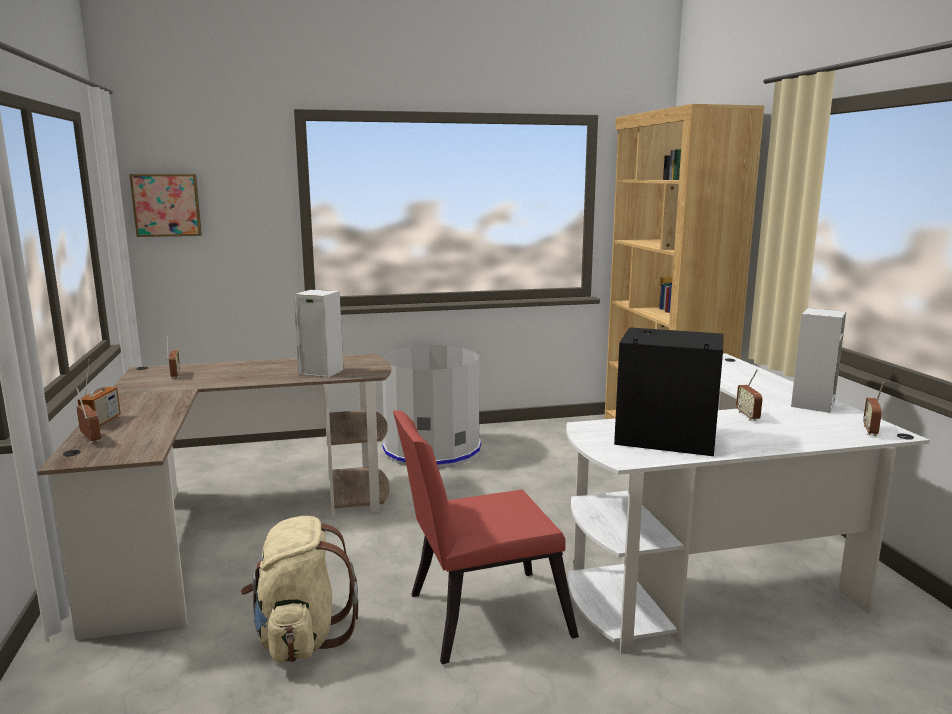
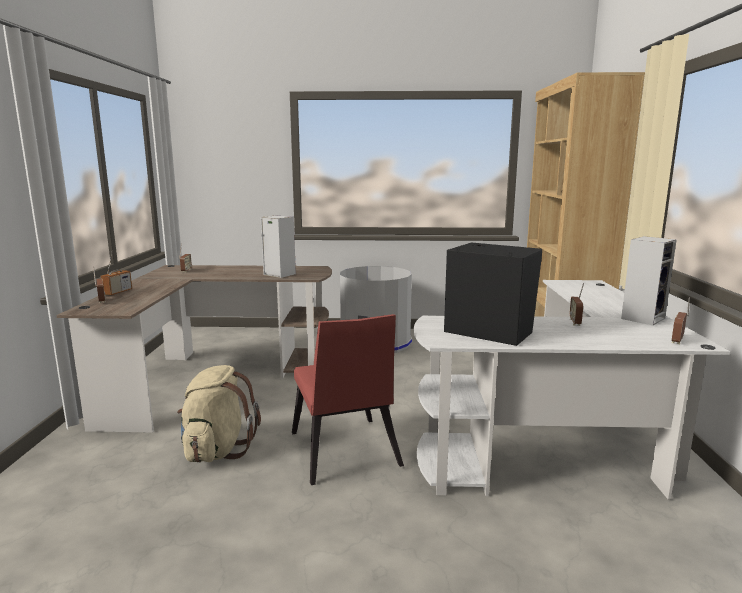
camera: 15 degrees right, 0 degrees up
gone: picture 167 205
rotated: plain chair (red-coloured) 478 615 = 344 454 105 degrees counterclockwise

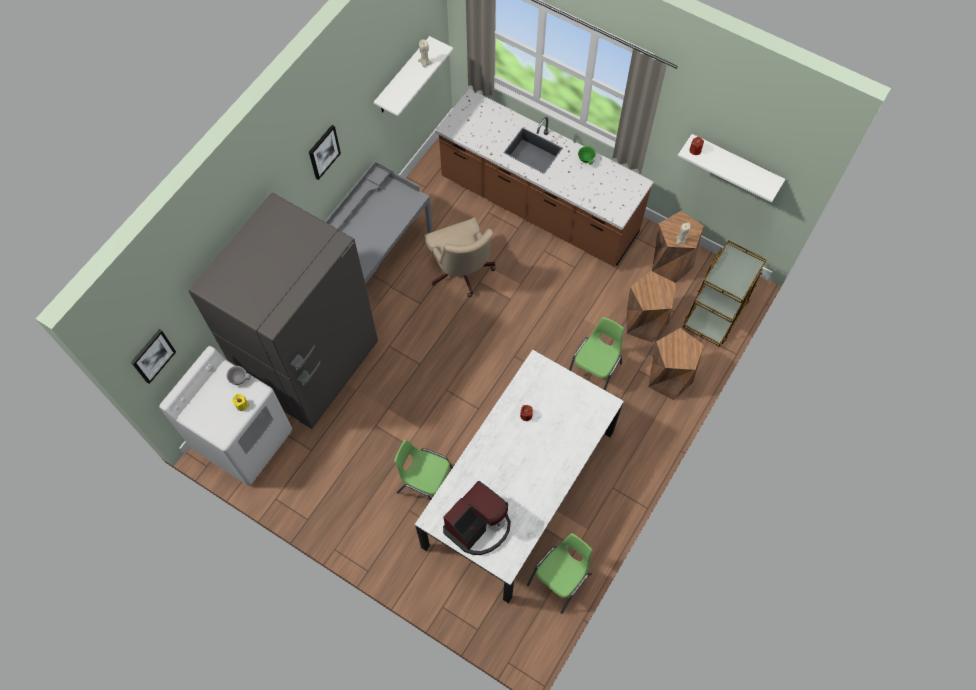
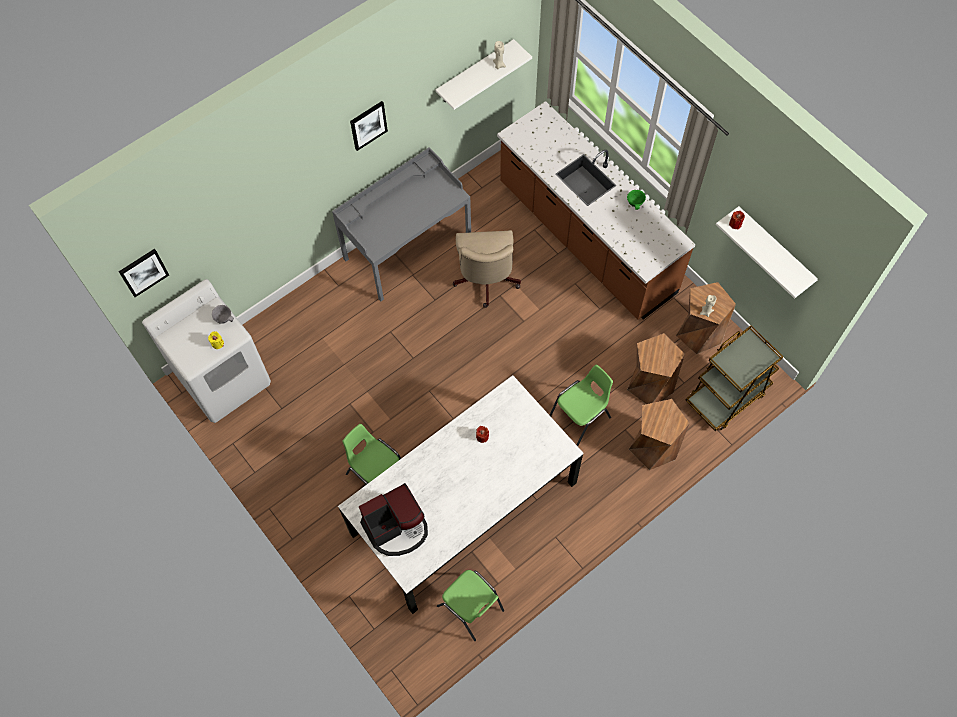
camera: 20 degrees right, 0 degrees up
gone: fridge (grey) 312 365
rotated: plain chair (green-coloured) 560 579 = 471 608 75 degrees clockwise

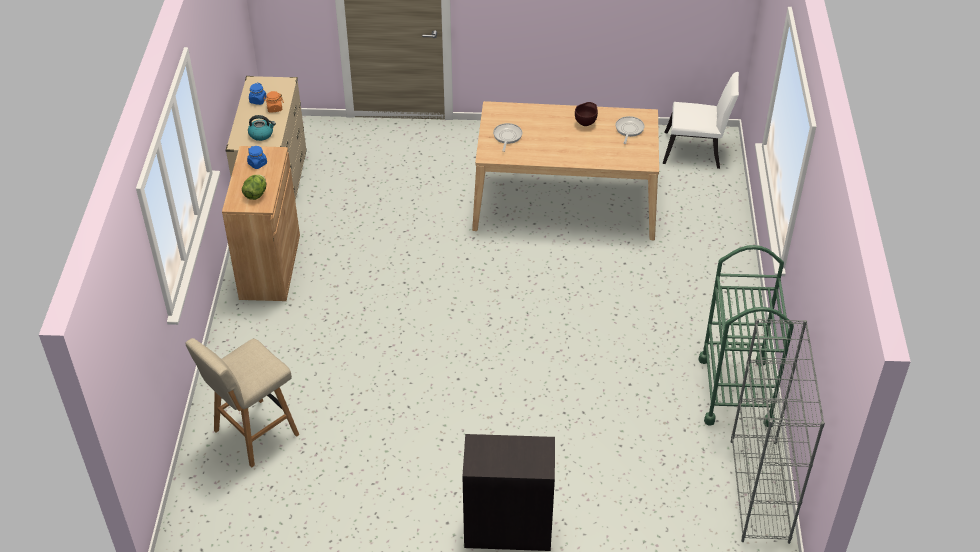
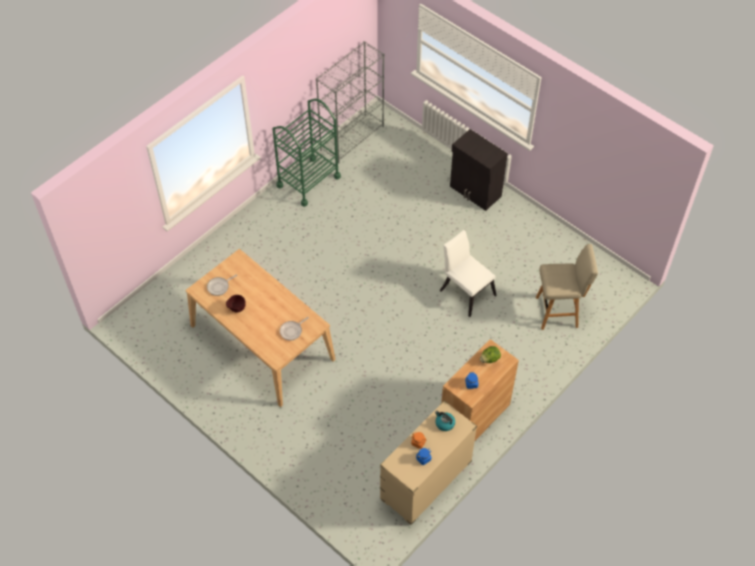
camera: 140 degrees left, 10 degrees up
shifted: plain chair (white-coloured) 696 151 to 465 290

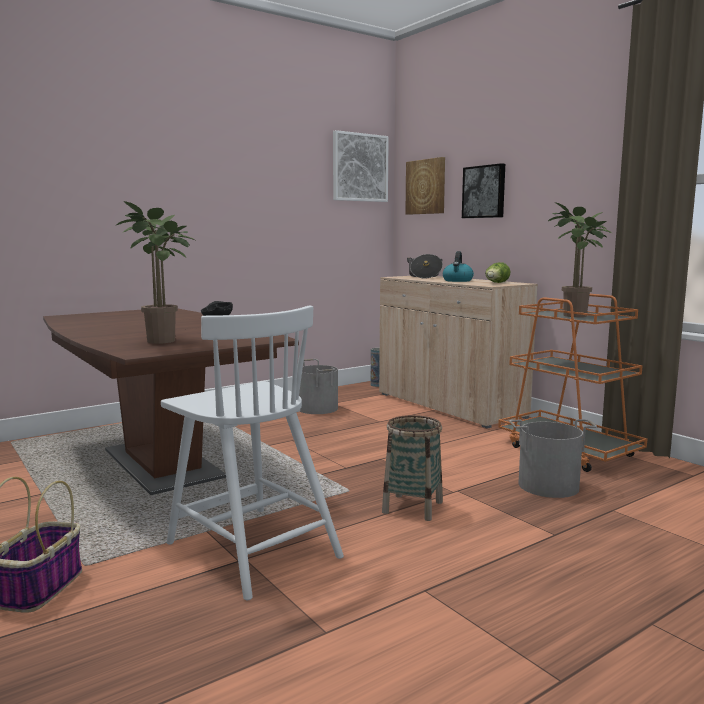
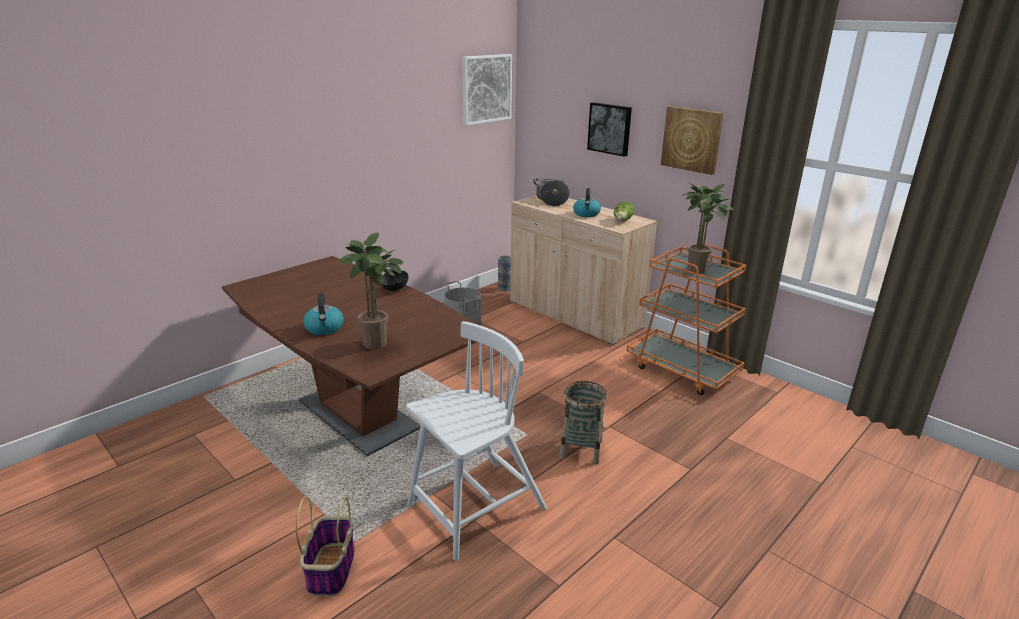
camera: 10 degrees left, 15 degrees up
gone: pail (grey) 548 486
new: tea kettle 324 328
shifted: picture 426 187 to 692 139
rotated: plain chair (white-coloured) 251 548 = 474 509 75 degrees counterclockwise

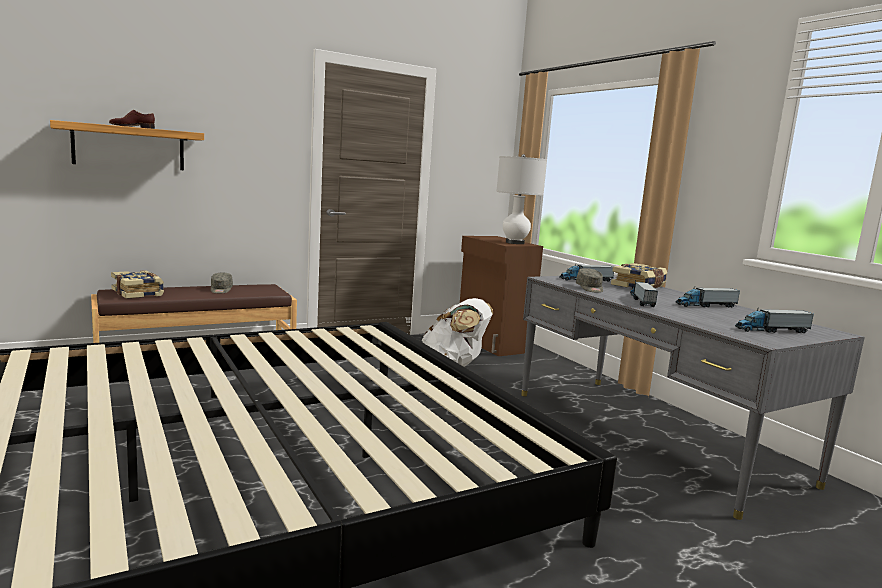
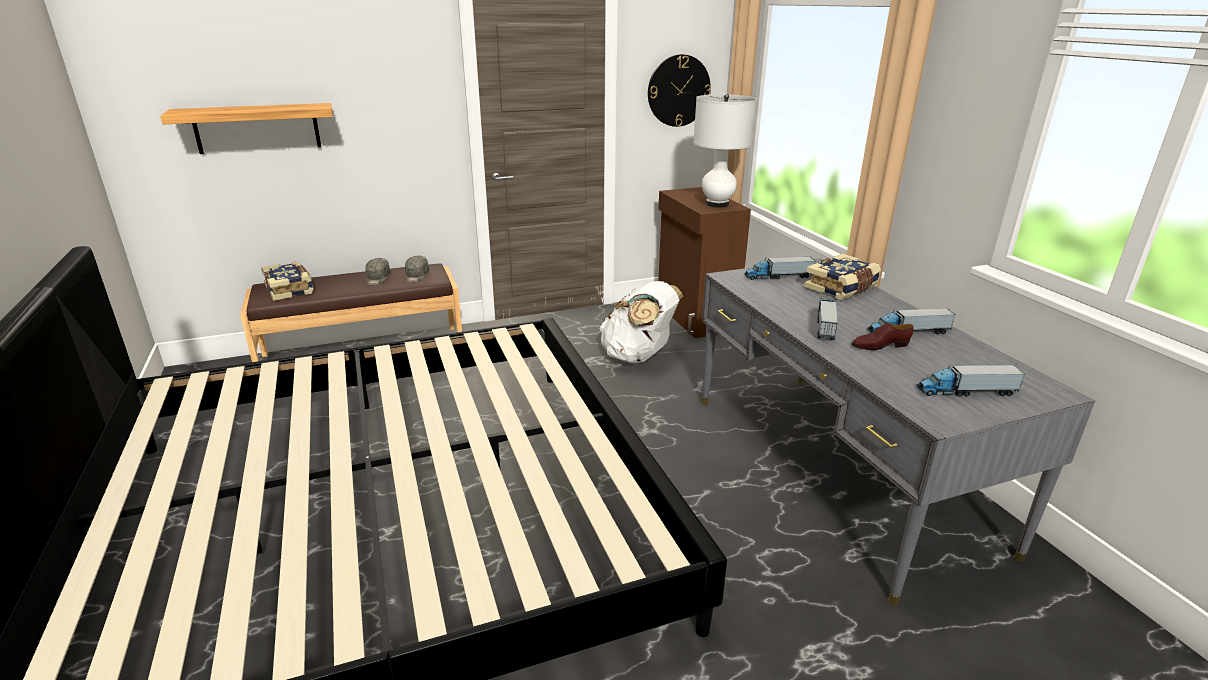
camera: 10 degrees right, 15 degrees up
new: clock on the wall 678 91
shifted: baseball cap (grey) 590 288 to 416 276; low shoe (brown-coloured) 132 127 to 880 345

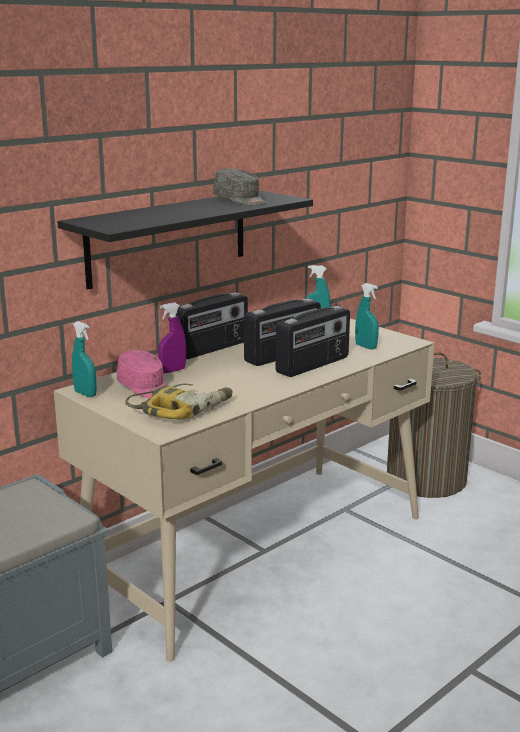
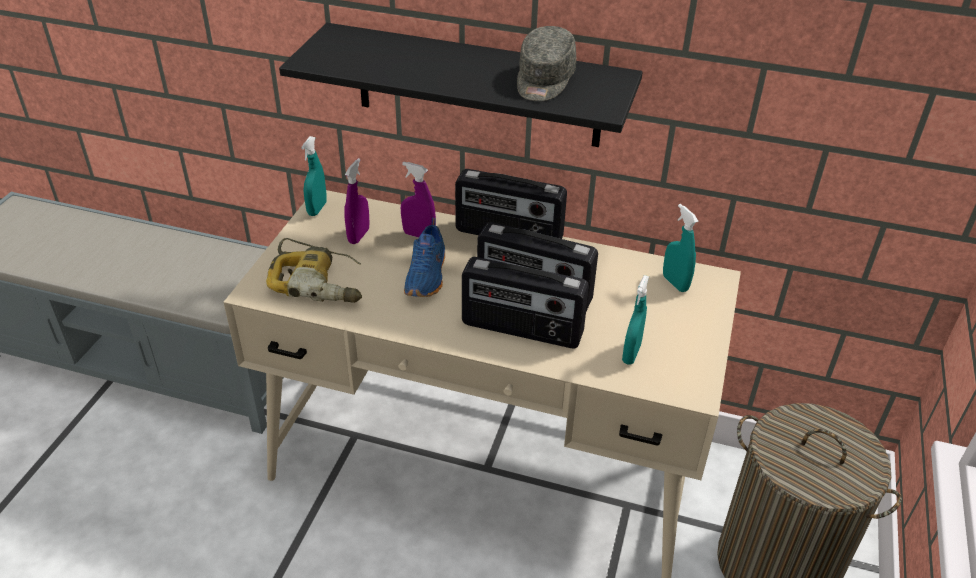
camera: 60 degrees right, 20 degrees up
new: low shoe (blue-coloured) 427 276
swapped: baseball cap (pink-coloured) 144 387 to sprayer (purplish) 358 236

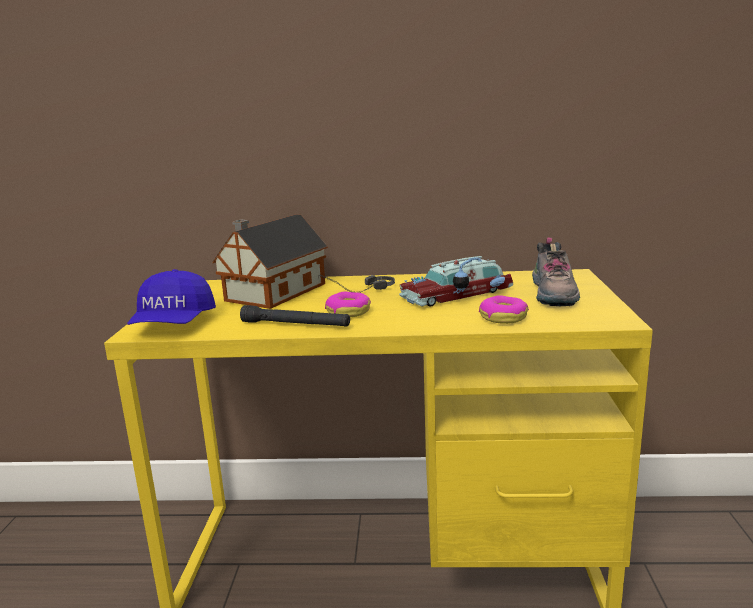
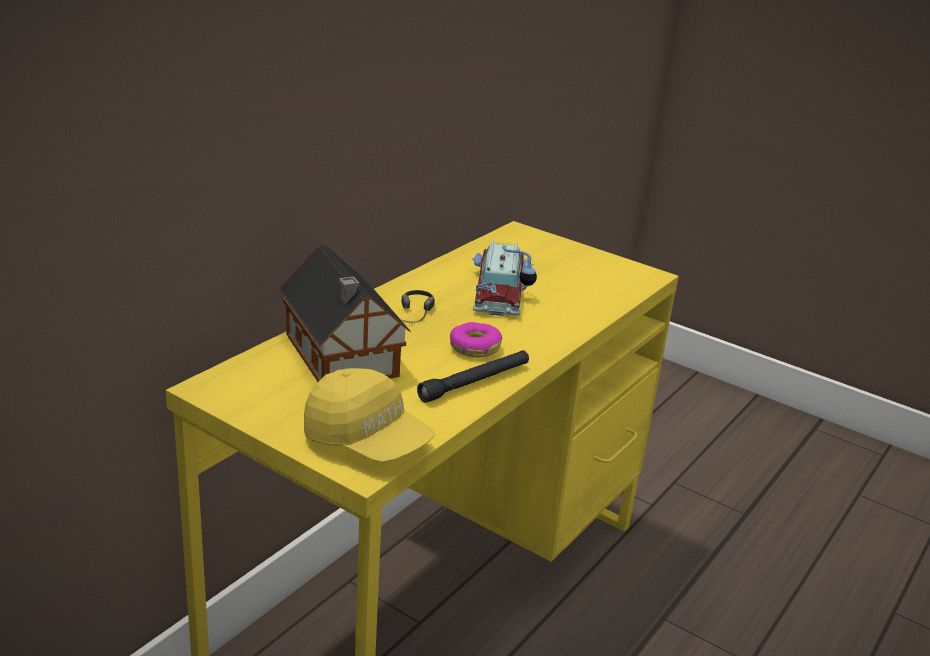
camera: 60 degrees left, 10 degrees up
gone: ring doughnut 503 317; low shoe 555 294
repainted: baseball cap (blue-coloured) 173 324 to baseball cap (yellow) 367 441

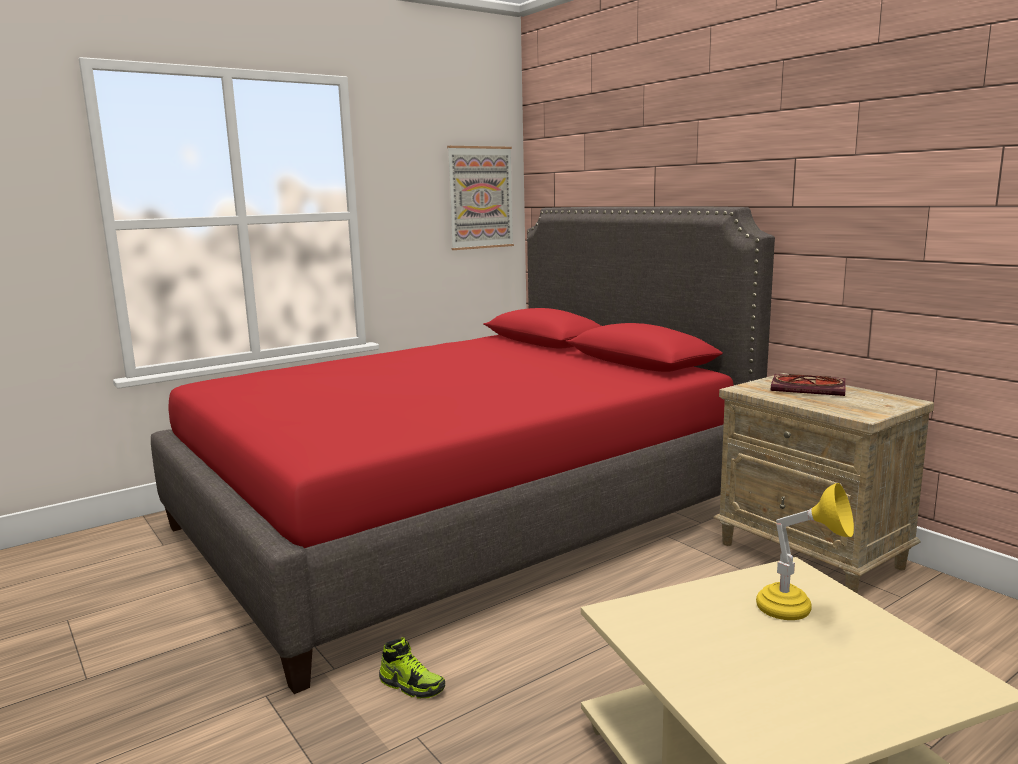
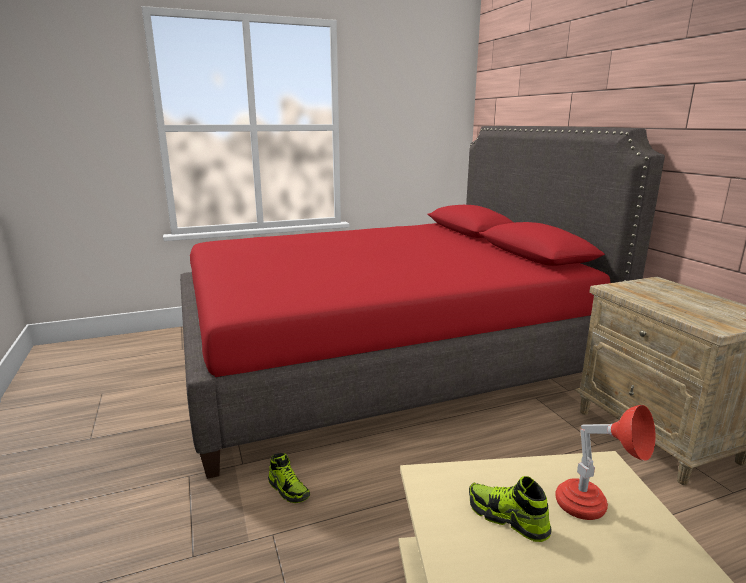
camera: 15 degrees right, 5 degrees up
gone: picture 480 197; volume 810 388
new: low shoe 507 518
repainted: tabletop lamp (yellow) 798 613 to tabletop lamp (red-coloured) 592 513

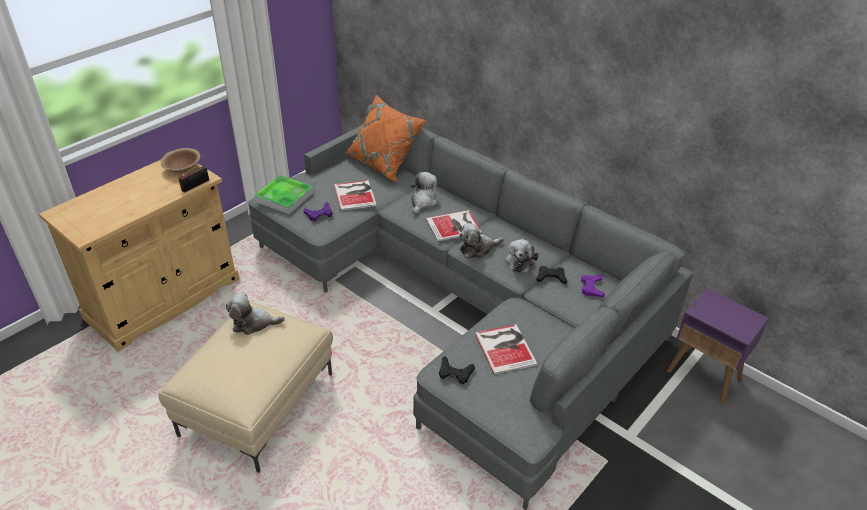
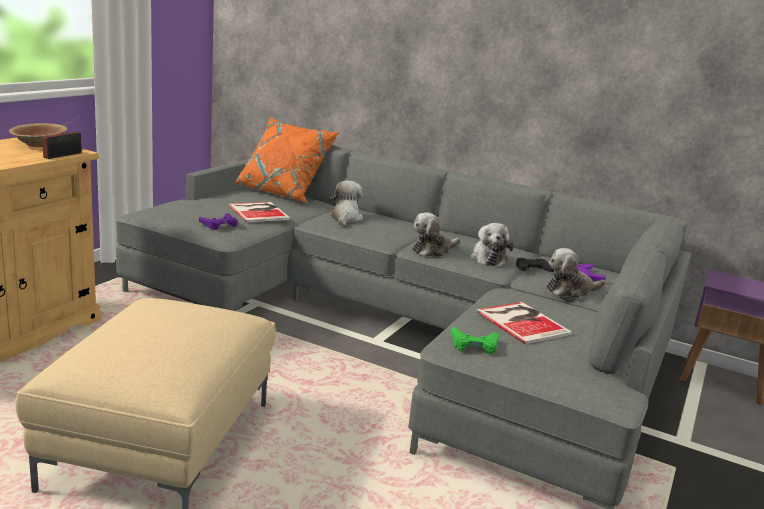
camera: 15 degrees left, 20 degrees down
gone: serving tray 284 197; volume 455 226
shifted: cuddly toy 253 323 to 570 290
repainted: game controller (black-coloured) 455 373 to game controller (green-coloured) 474 345

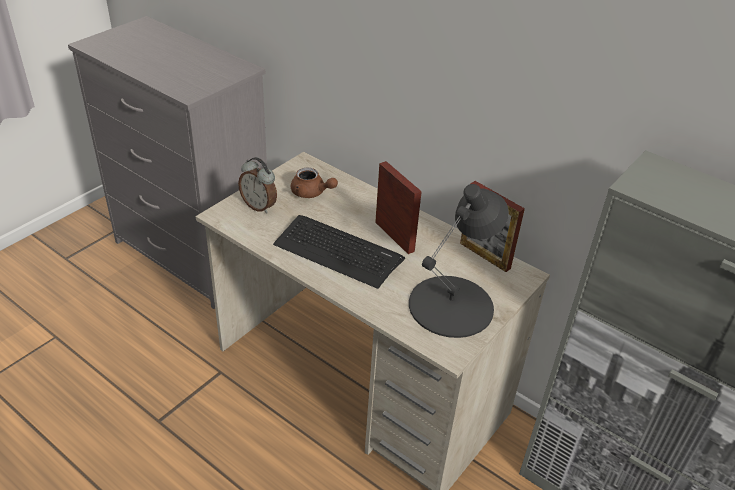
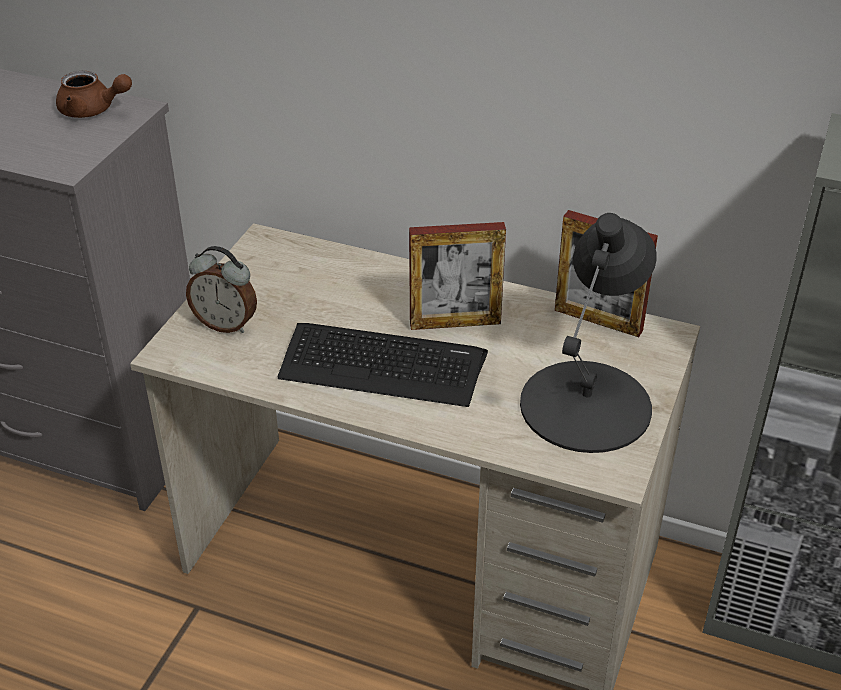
camera: 15 degrees left, 0 degrees up
shifted: tea pot (brown-coloured) 311 193 to 93 110
rotated: picture frame 394 236 = 455 323 135 degrees clockwise

